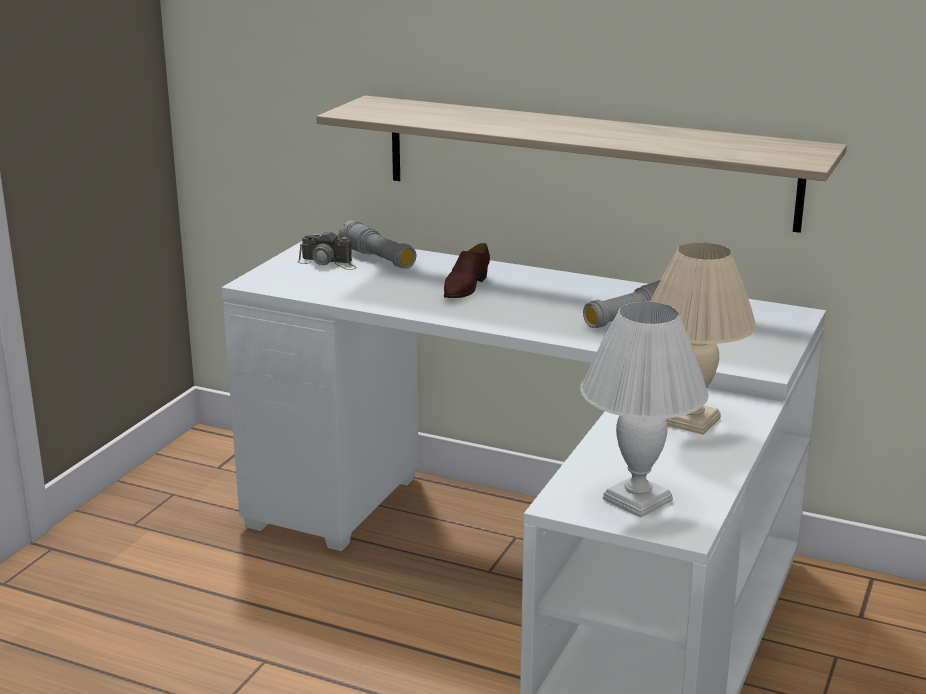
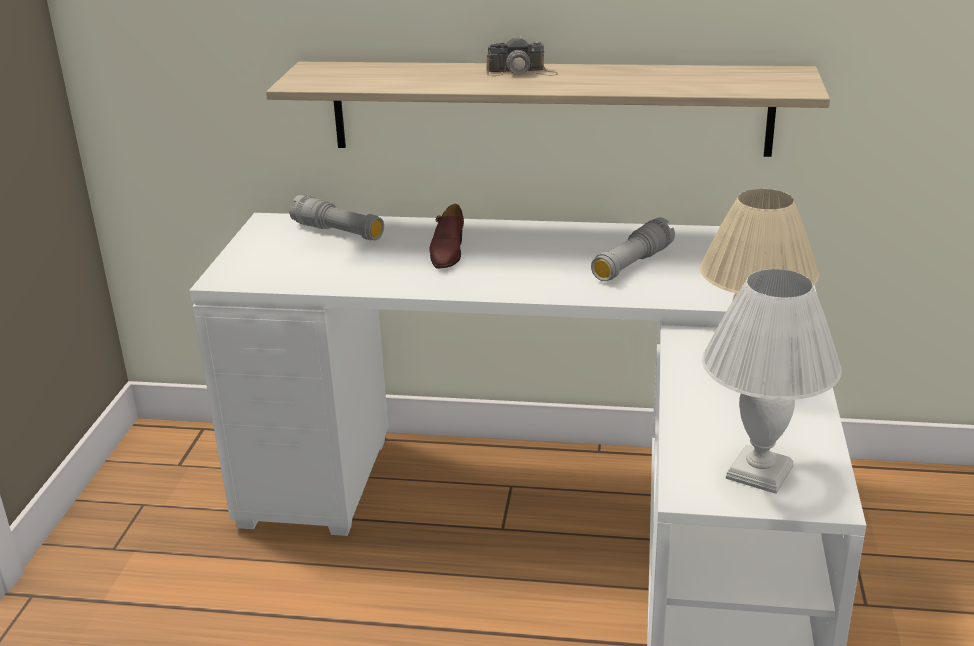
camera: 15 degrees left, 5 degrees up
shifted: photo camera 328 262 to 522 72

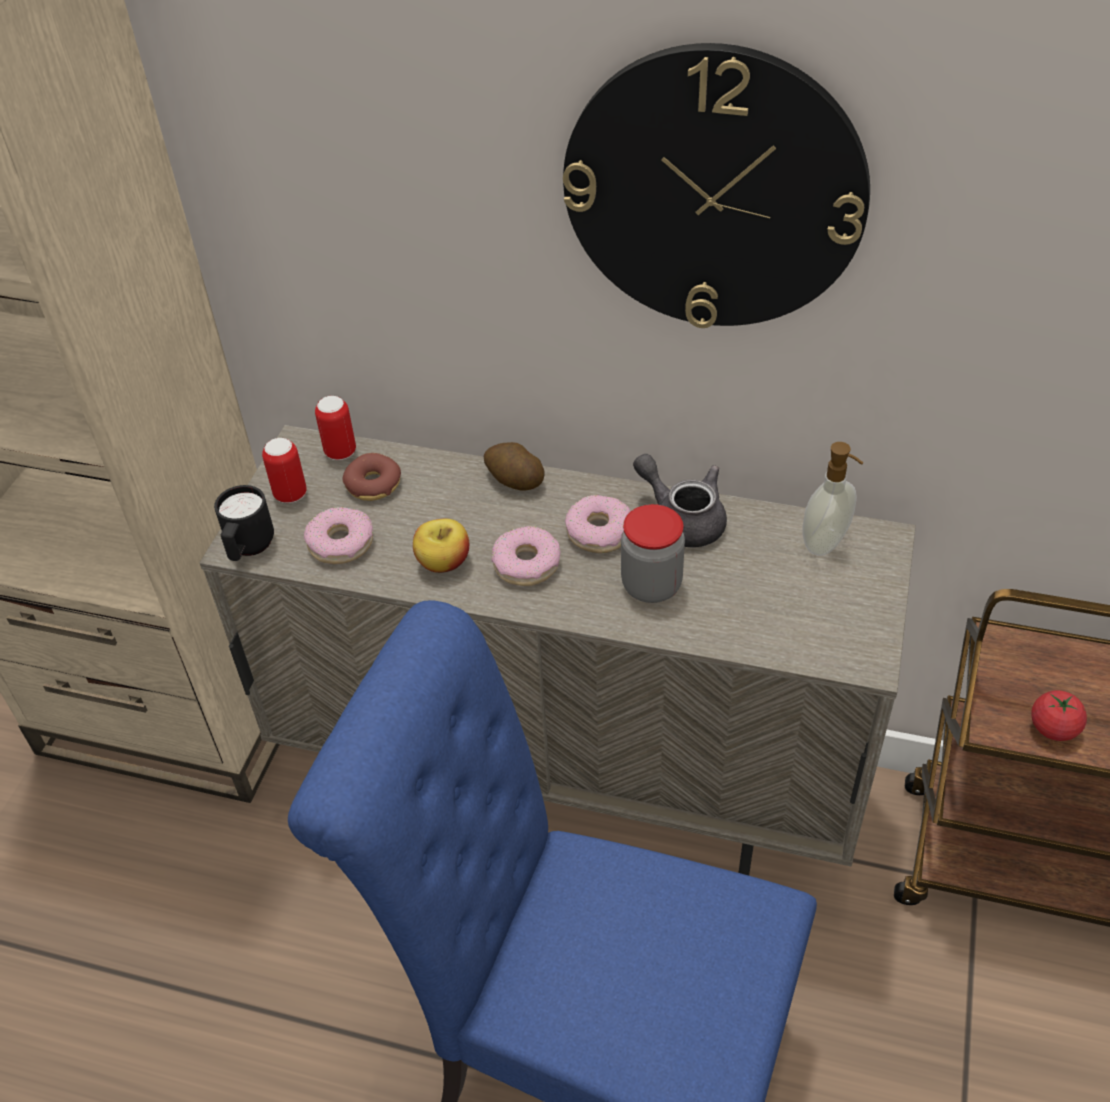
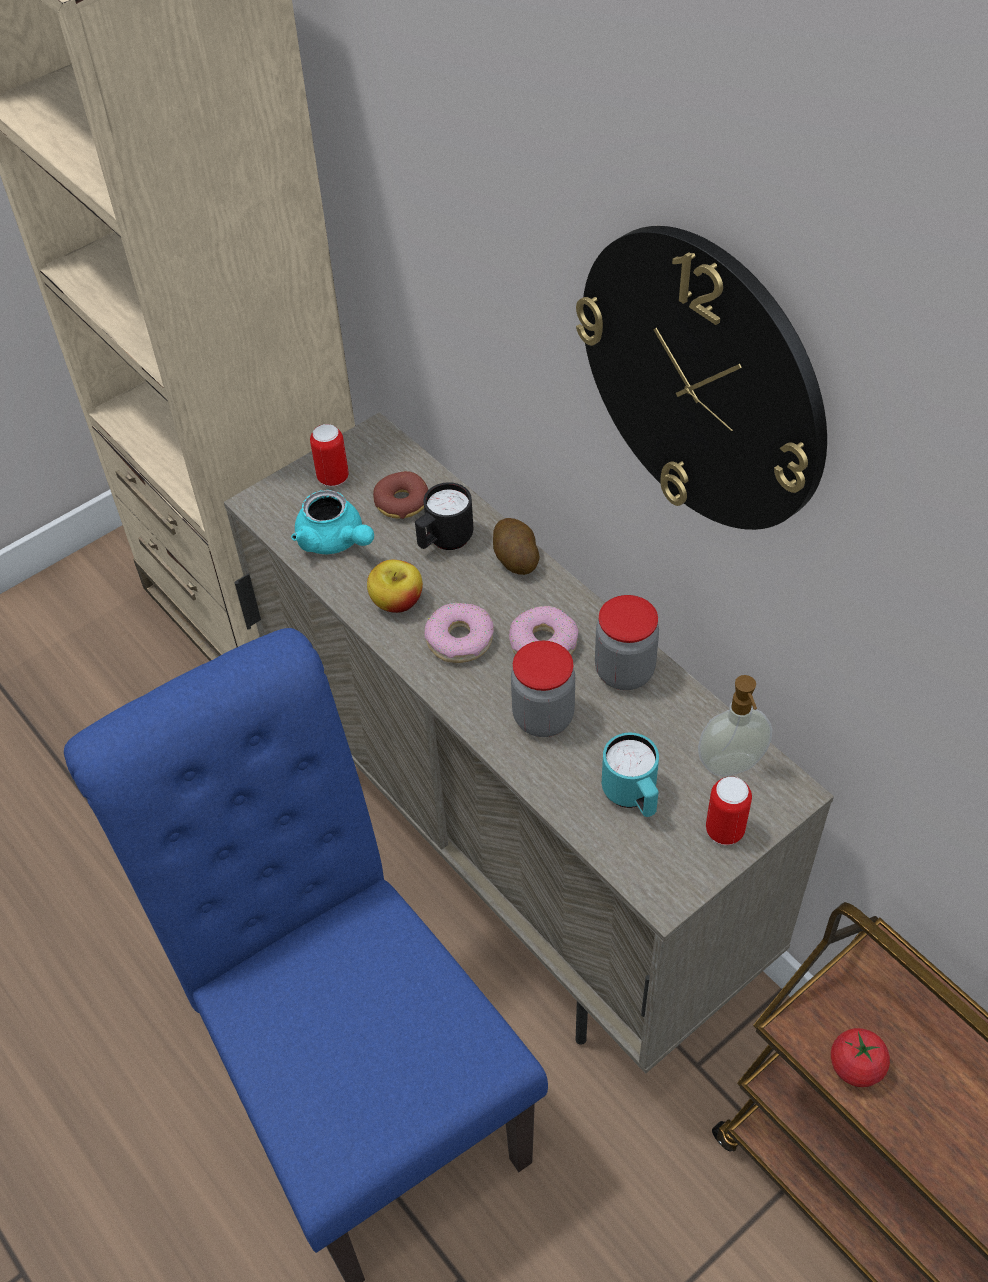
camera: 35 degrees right, 5 degrees up
new: mug (blue-green) 632 797
shifted: mug (black-coloured) 248 548 to 444 541; can 340 452 to 724 830
swapped: ring doughnut 341 543 to tea pot (blue-green) 335 541; tea pot (grey) 682 519 to jar 624 671

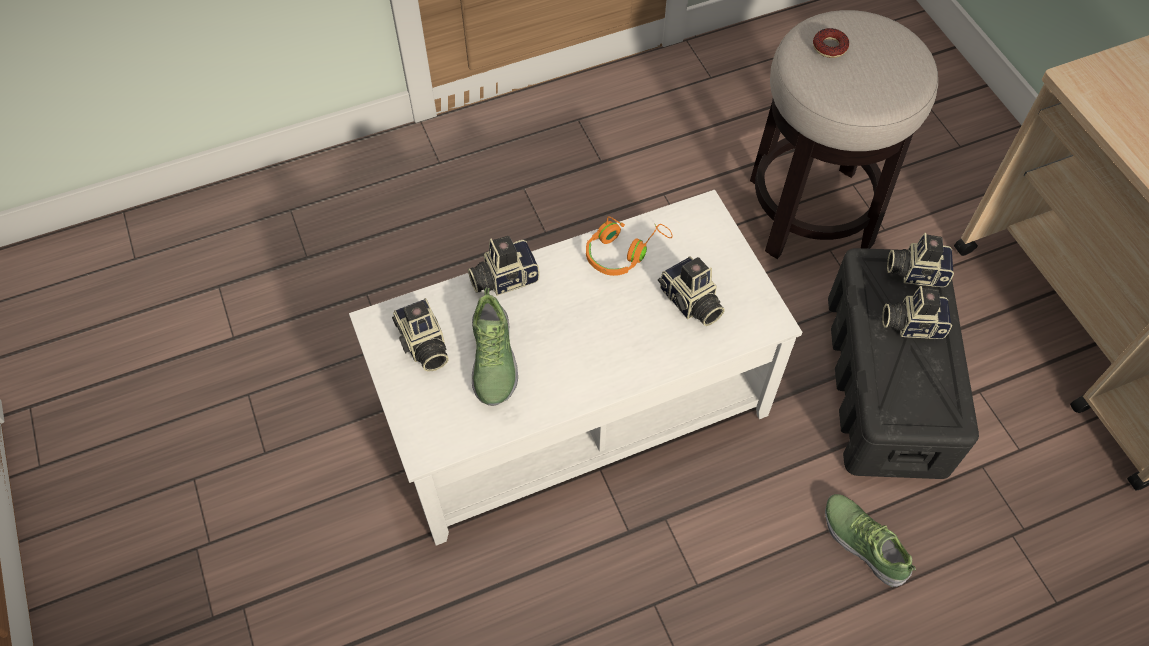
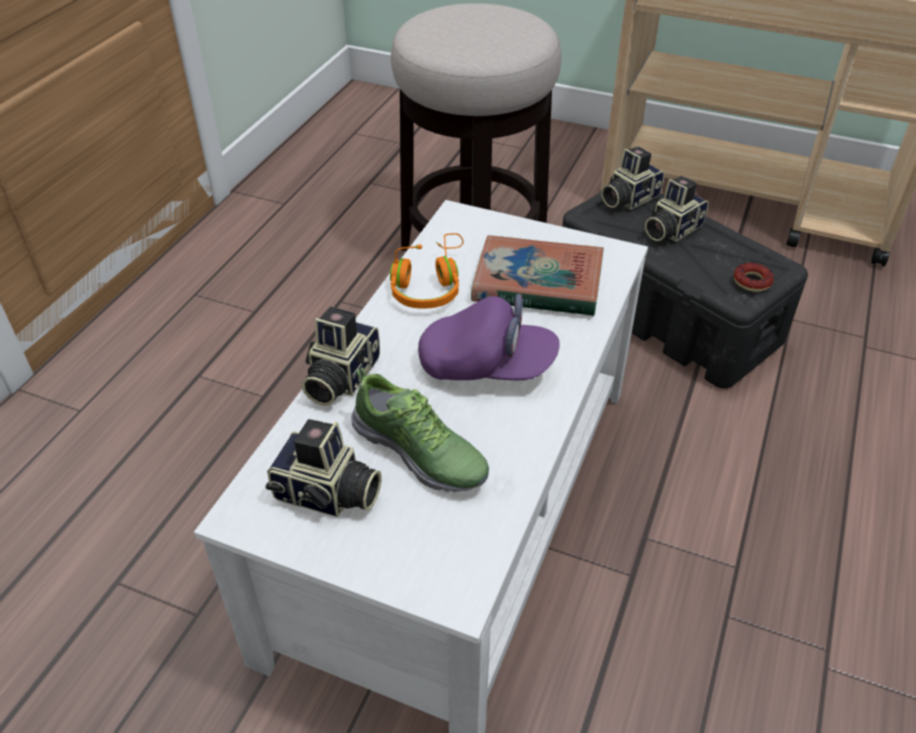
camera: 45 degrees left, 15 degrees down
gone: low shoe 864 542
new: baseball cap (purplish) 487 366
shifted: ring doughnut 829 47 to 752 281
swapped: photo camera 690 303 to volume 537 283

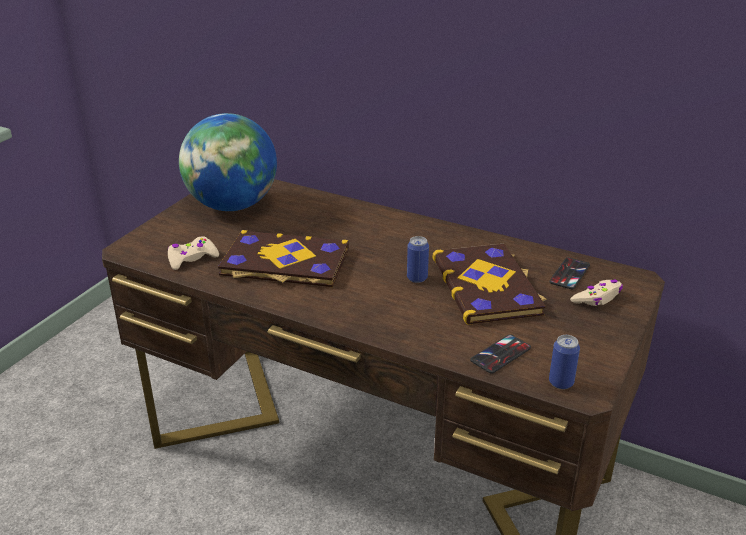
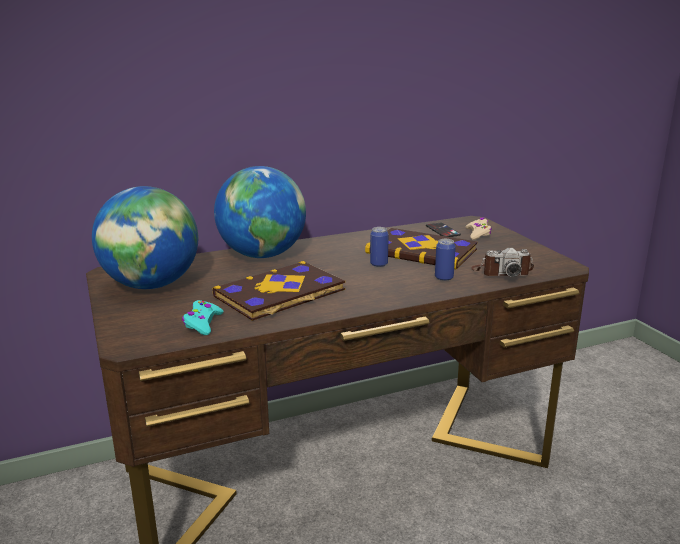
camera: 50 degrees left, 10 degrees down
new: globe 262 255
shifted: can 561 382 to 444 278
swapped: phone 501 354 to photo camera 501 272
repainted: game controller (beige-coloured) 192 258 to game controller (blue-green) 202 323

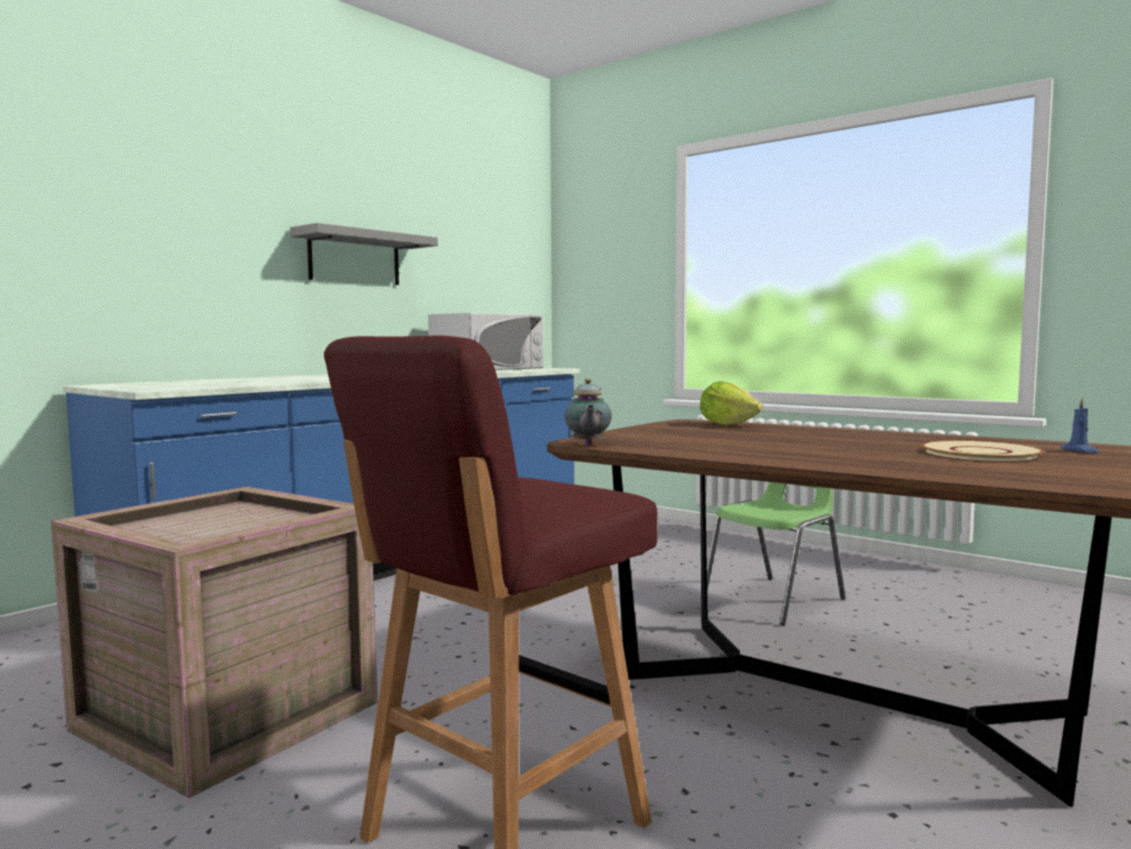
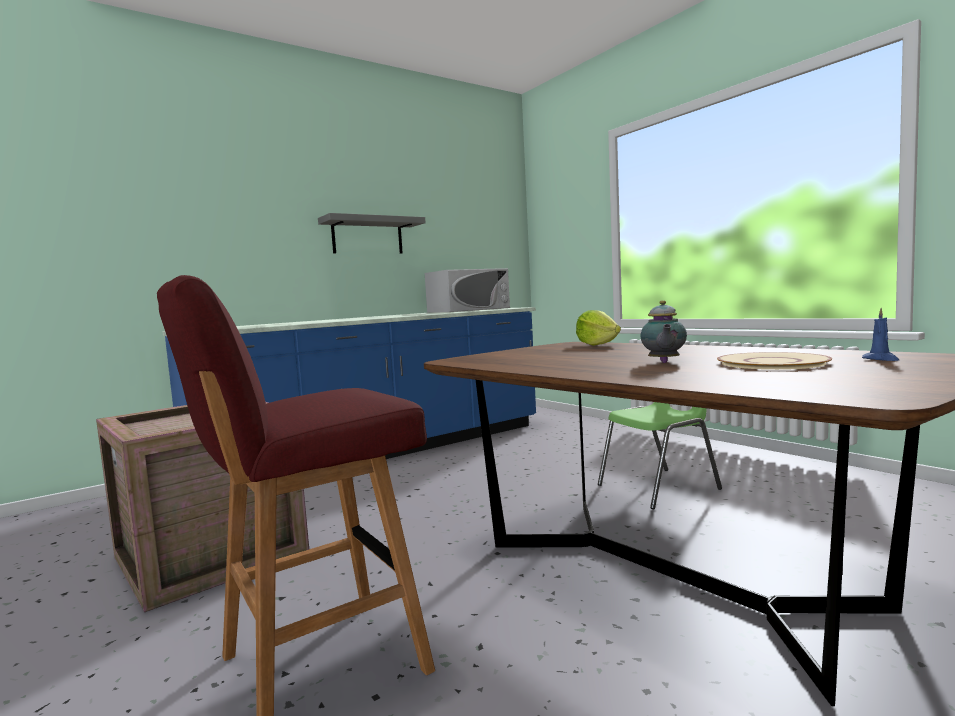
camera: 15 degrees right, 0 degrees up
shifted: tea pot 587 445 to 663 362

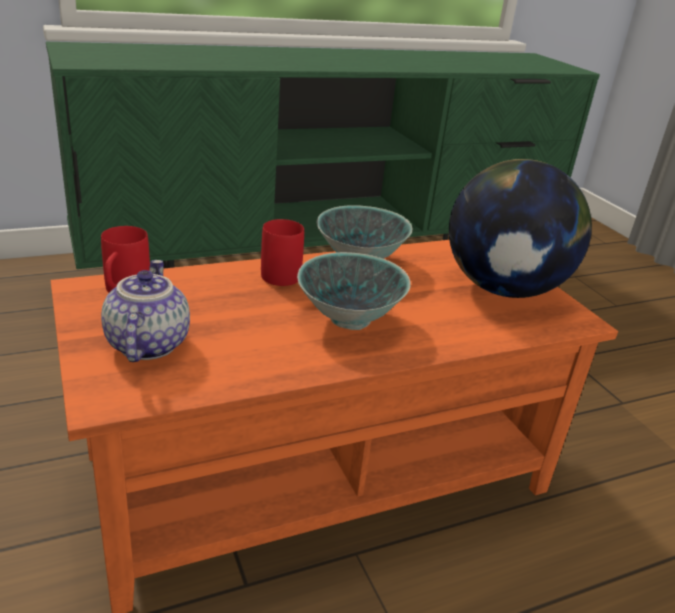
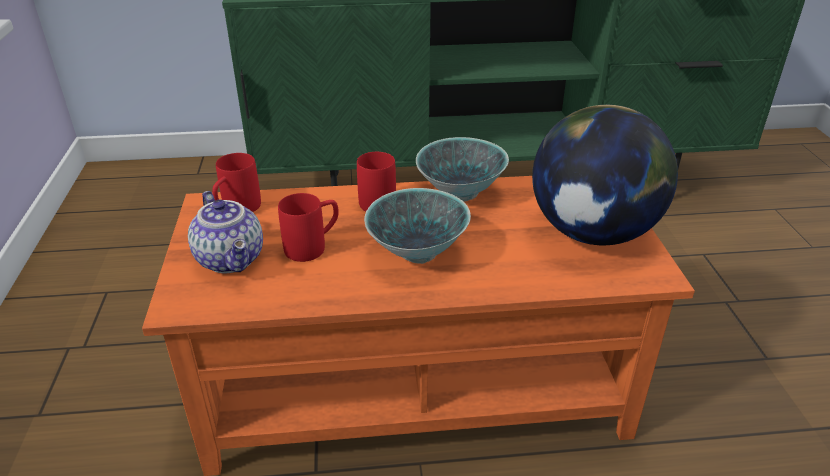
camera: 20 degrees right, 5 degrees up
new: mug (red-coloured) 313 246
rotated: tea pot 146 344 = 232 259 135 degrees clockwise

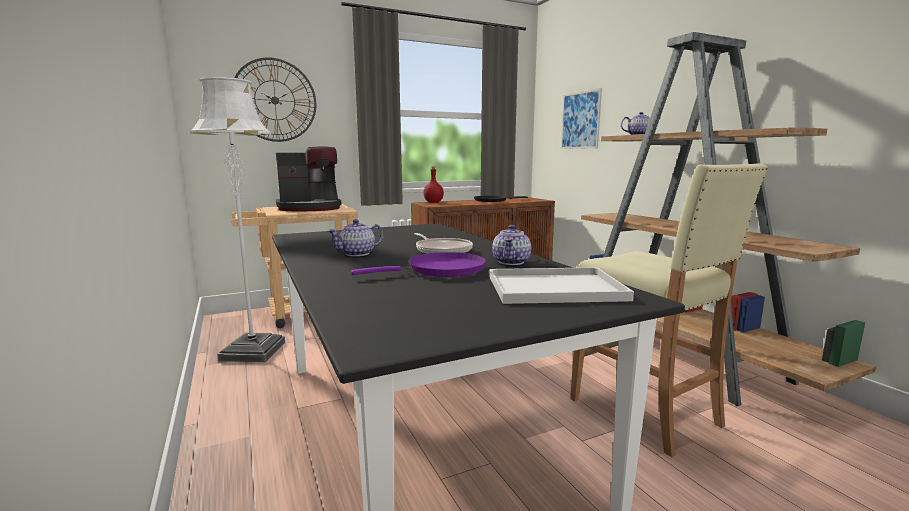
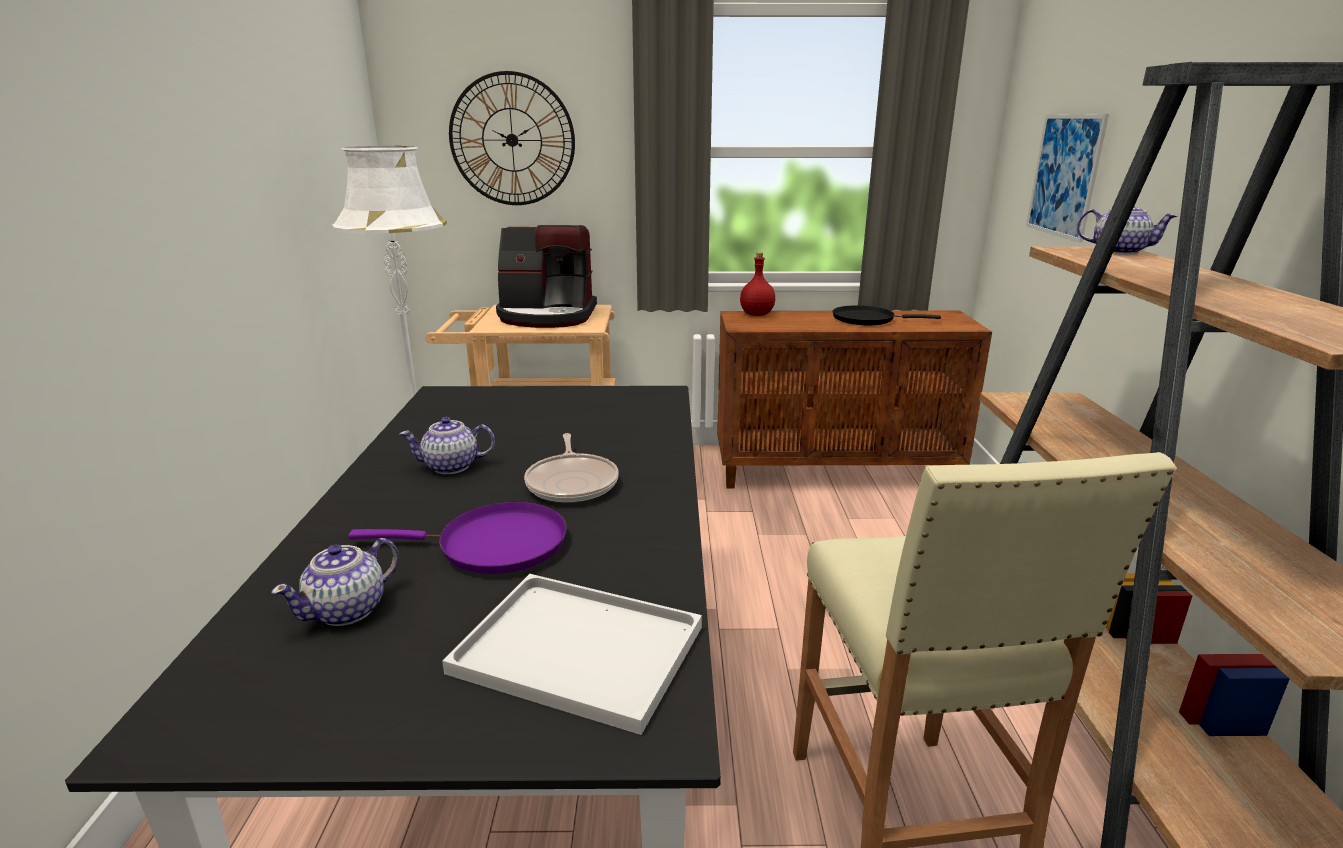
camera: 25 degrees right, 10 degrees up
shifted: tea pot 511 262 to 348 610

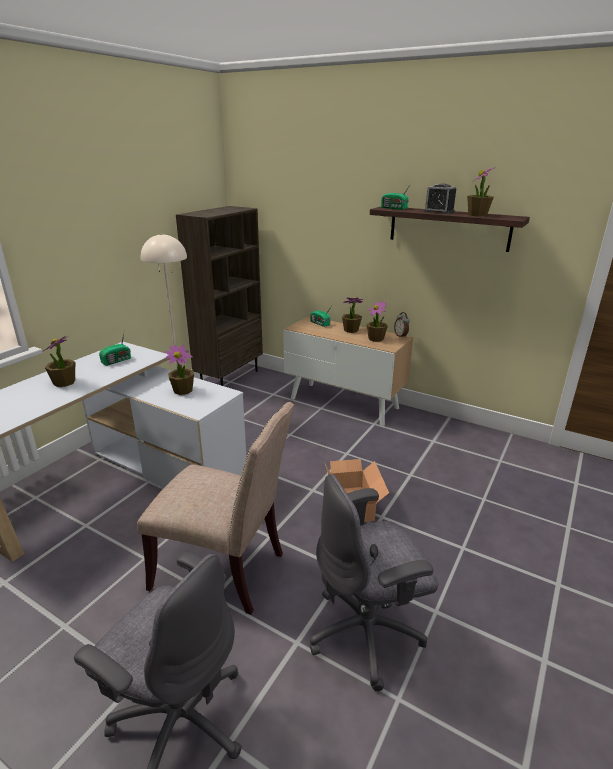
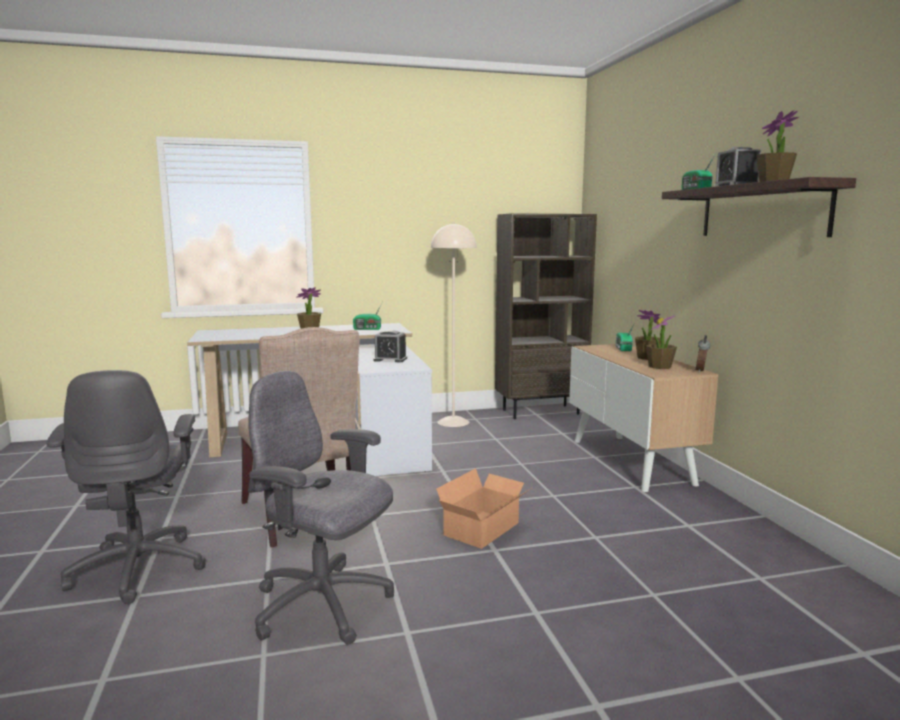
camera: 45 degrees right, 15 degrees down
swapped: potted plant 183 390 to alarm clock 390 359

